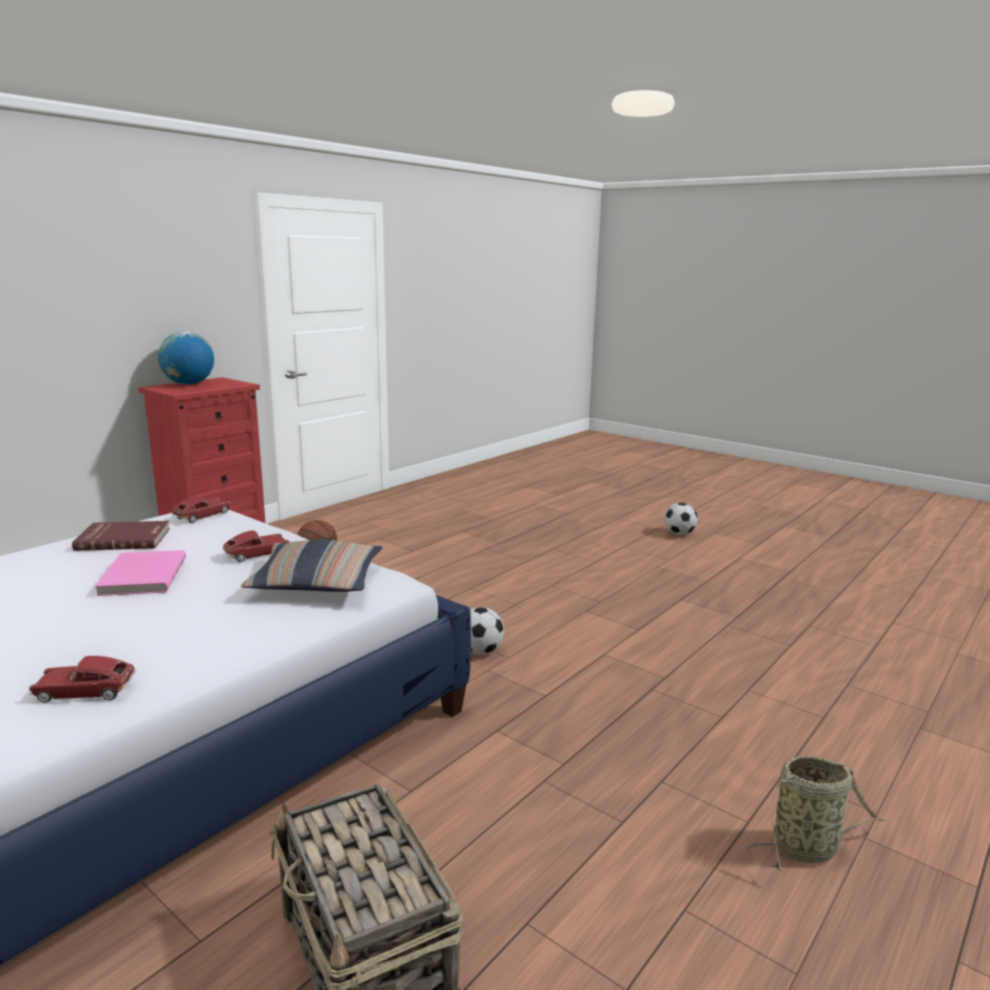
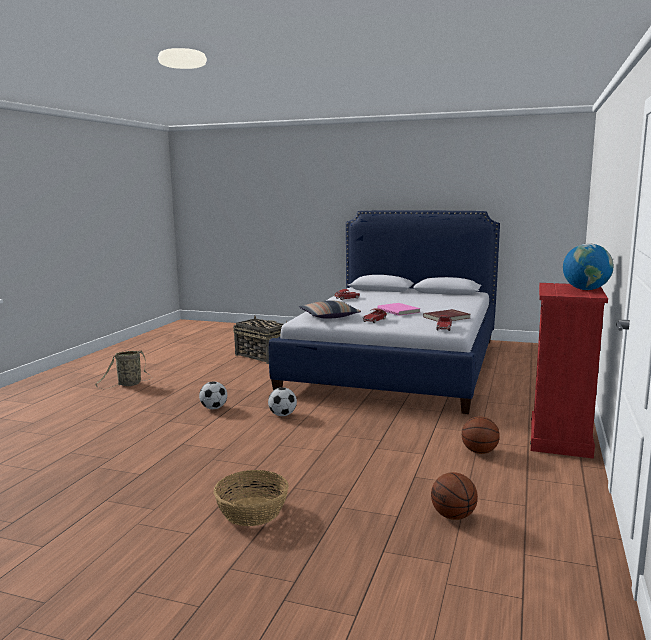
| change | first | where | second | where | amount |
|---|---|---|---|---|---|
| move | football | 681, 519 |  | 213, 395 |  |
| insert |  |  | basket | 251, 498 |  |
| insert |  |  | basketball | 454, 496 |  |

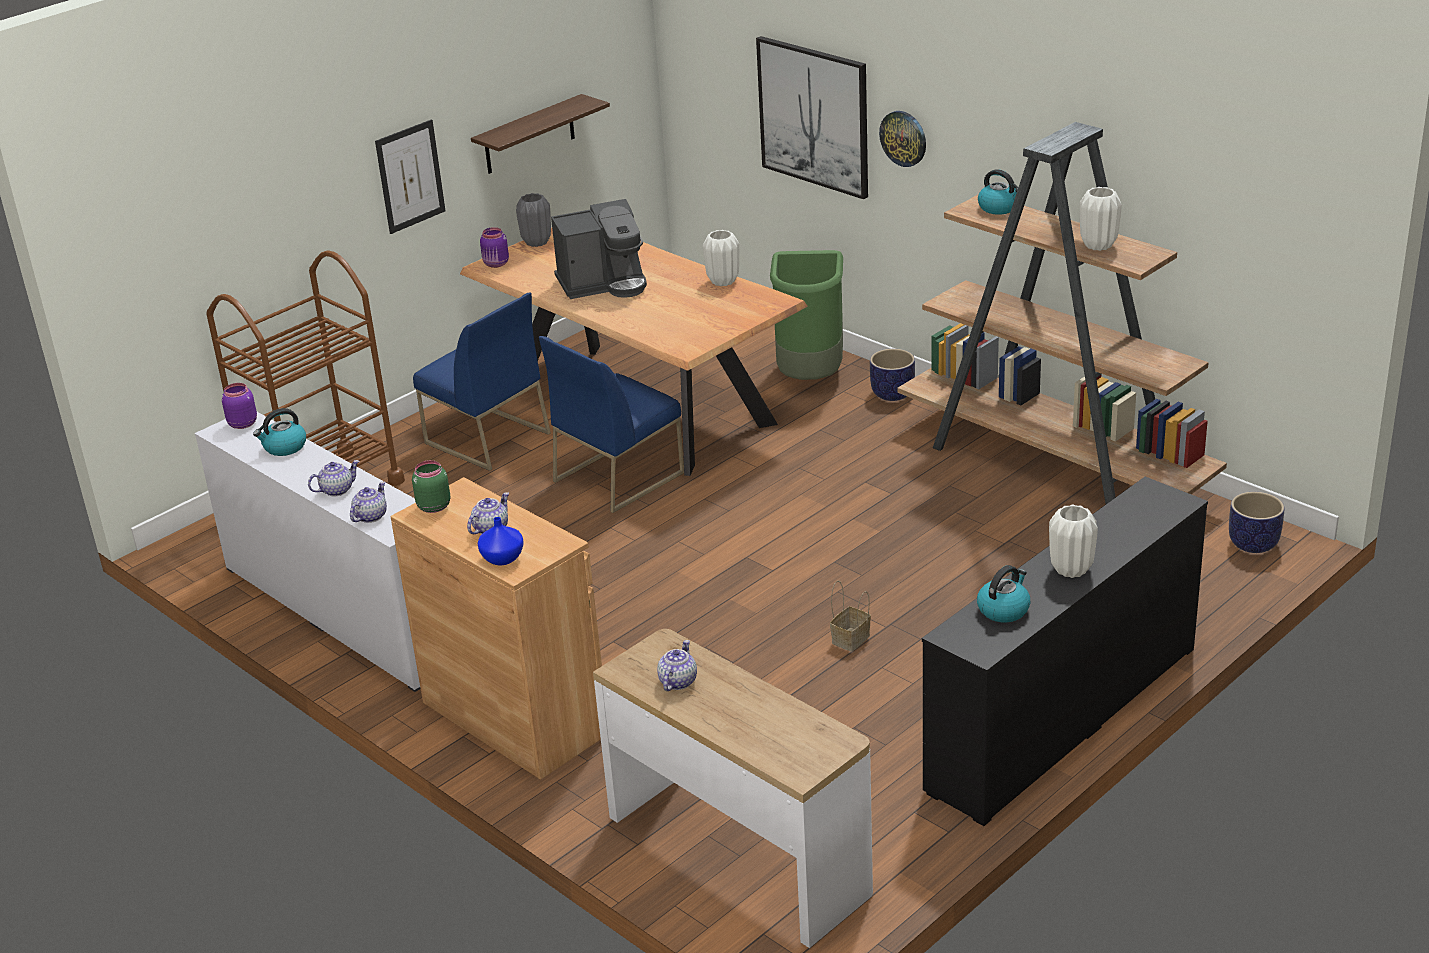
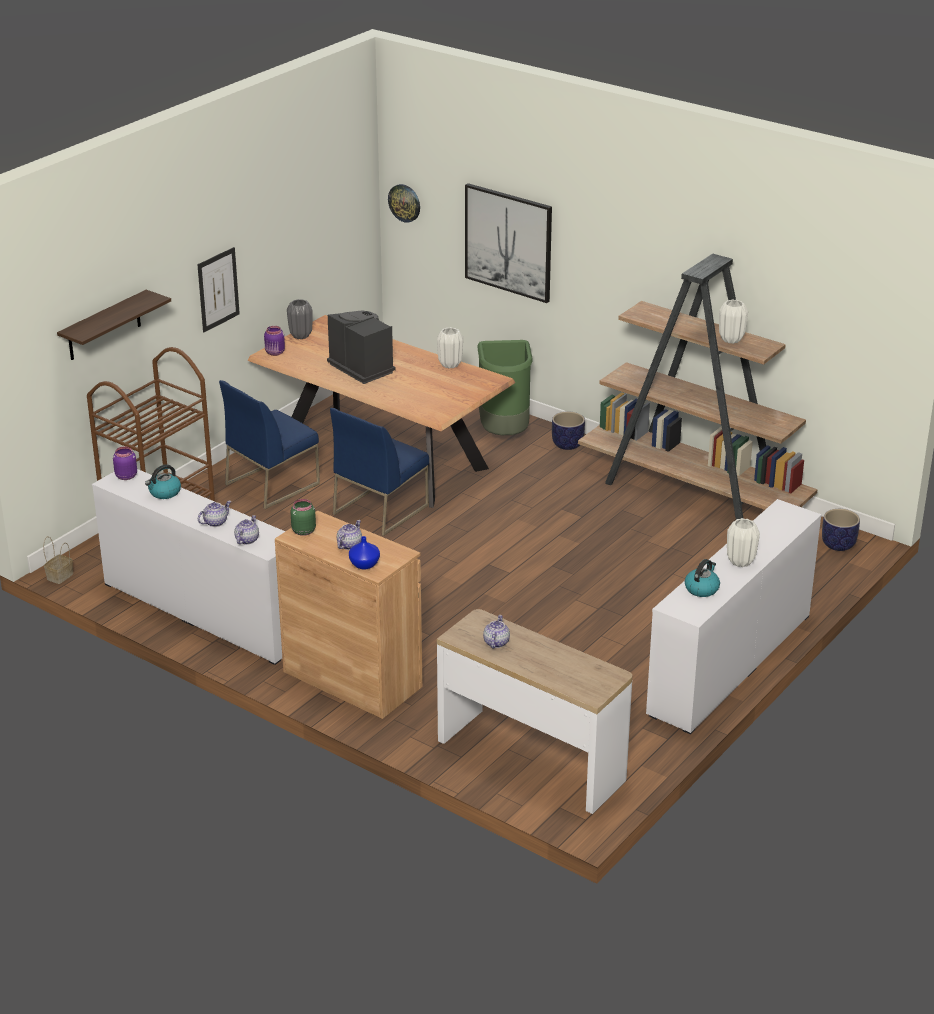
| change | first | where | second | where | amount |
|---|---|---|---|---|---|
| rotate | chair (blue) | 482, 382 |  | 269, 444 | 105 degrees clockwise |
| move | shelf | 540, 134 |  | 114, 325 |  |
| rotate | coffee machine | 599, 249 |  | 361, 347 | 105 degrees counterclockwise |
| move | basket | 850, 616 |  | 58, 560 |  |
| move | wall clock | 902, 139 |  | 404, 203 |  |
| recolor | dresser (black) | 1065, 651 | dresser (white) | 734, 616 |  |
| delete | kettle | 998, 192 |  |  |  |

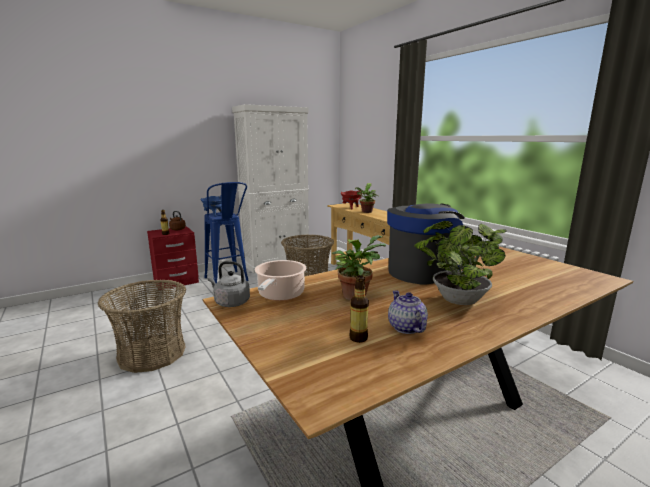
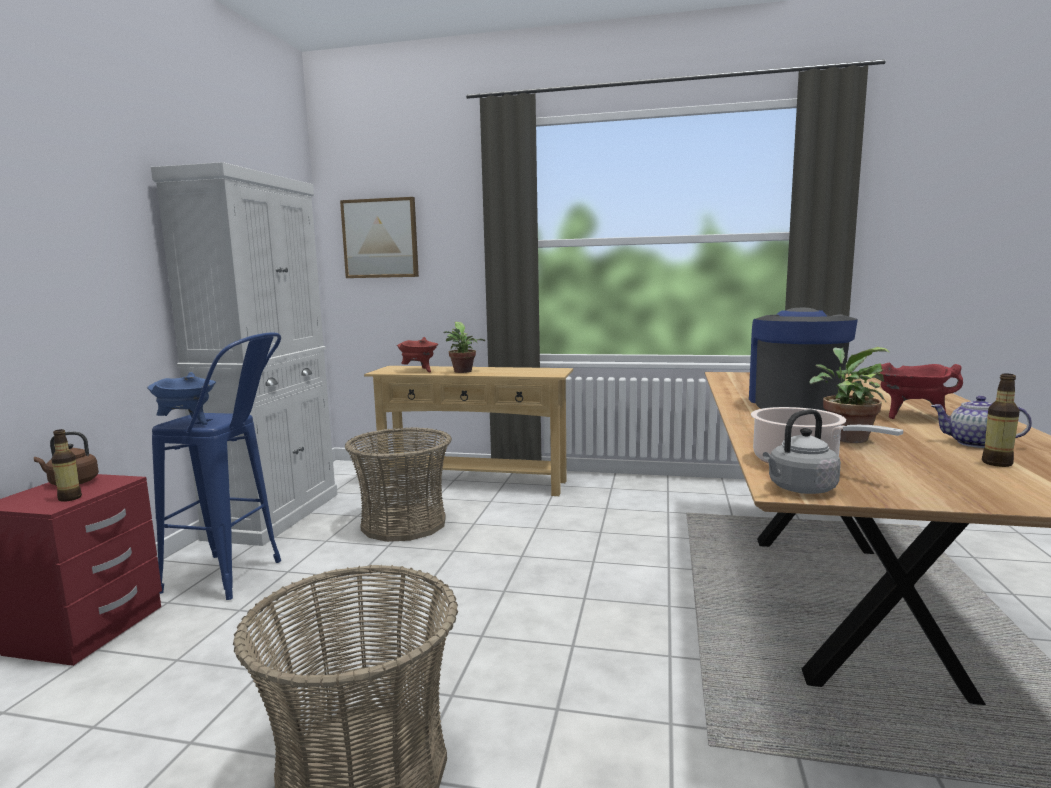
| change | first | where | second | where | amount |
|---|---|---|---|---|---|
| replace | potted plant | 460, 263 | cooking pot (red) | 921, 391 |  |
| insert |  |  | picture | 379, 237 |  |

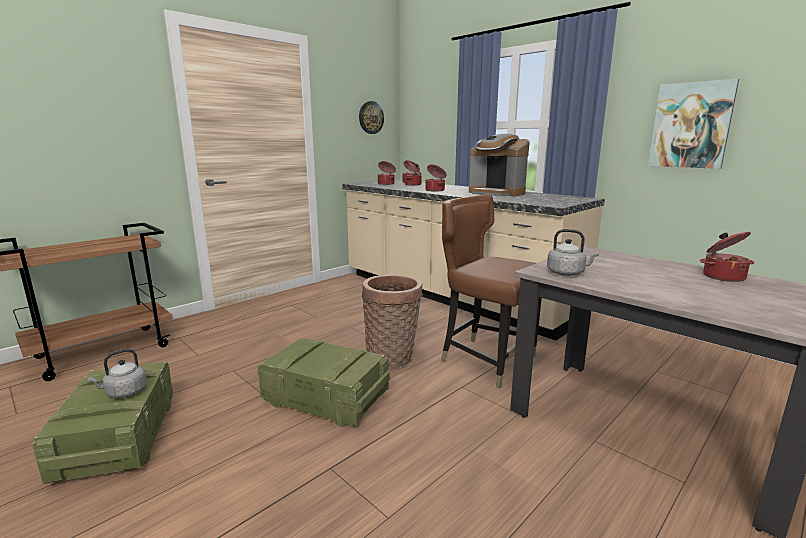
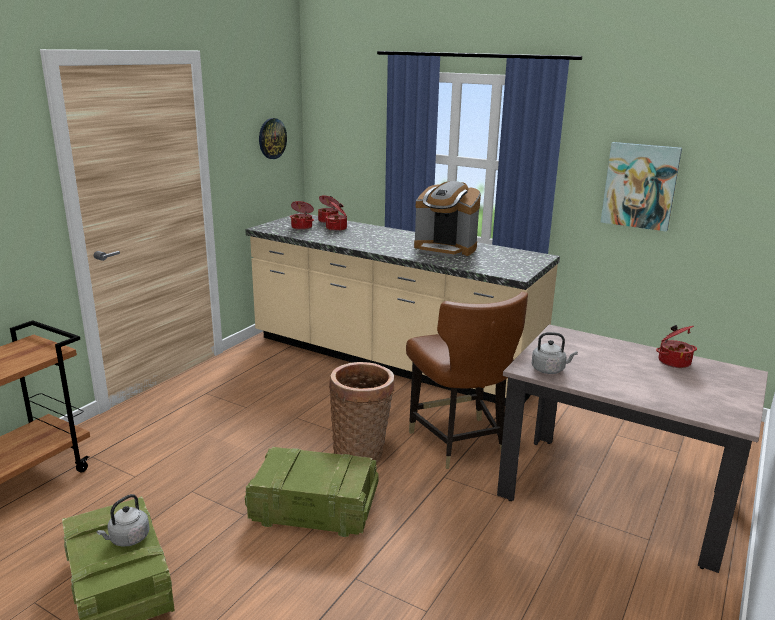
| change | first | where | second | where | amount |
|---|---|---|---|---|---|
| delete | cooking pot | 435, 178 |  |  |  |
| rotate | chair (brown) | 491, 291 |  | 467, 380 | 135 degrees counterclockwise |

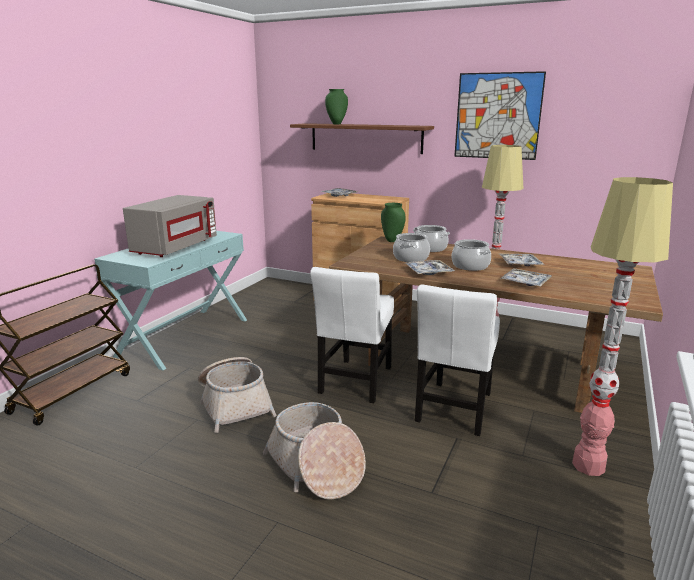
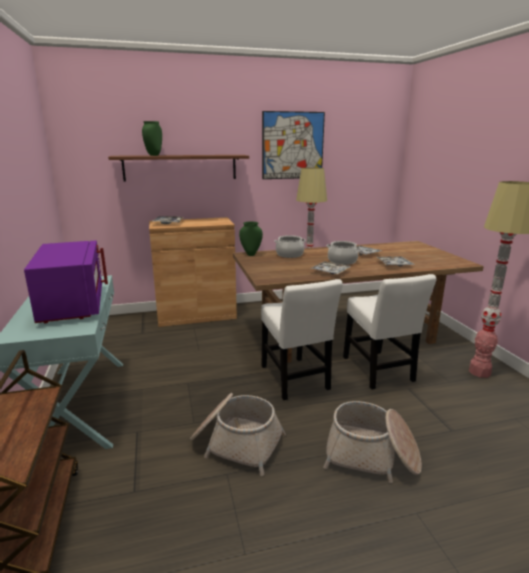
| change | first | where | second | where | amount |
|---|---|---|---|---|---|
| recolor | microwave (grey) | 170, 226 | microwave (purple) | 66, 282 |  |
| delete | cooking pot | 411, 247 |  |  |  |

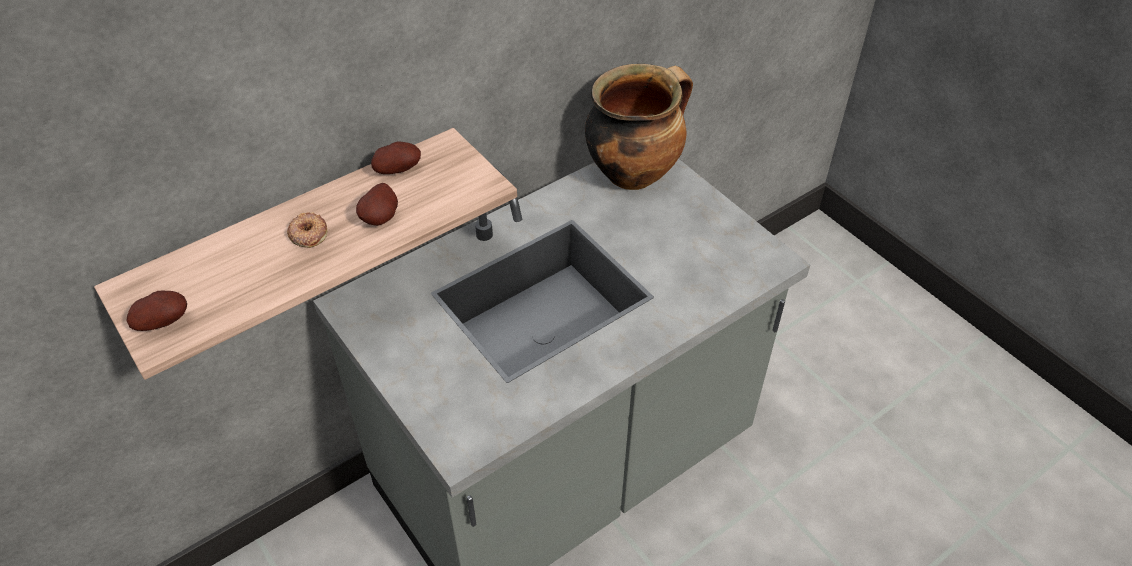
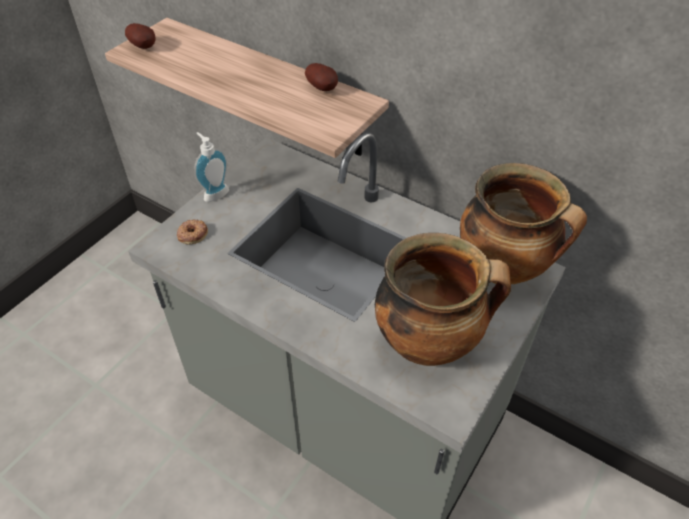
| change | first | where | second | where | amount |
|---|---|---|---|---|---|
| move | donut | 307, 230 |  | 192, 232 |  |
| delete | potato | 377, 204 |  |  |  |
| insert |  |  | soap dispenser | 211, 167 |  |
| insert |  |  | cooking pot | 443, 299 |  |

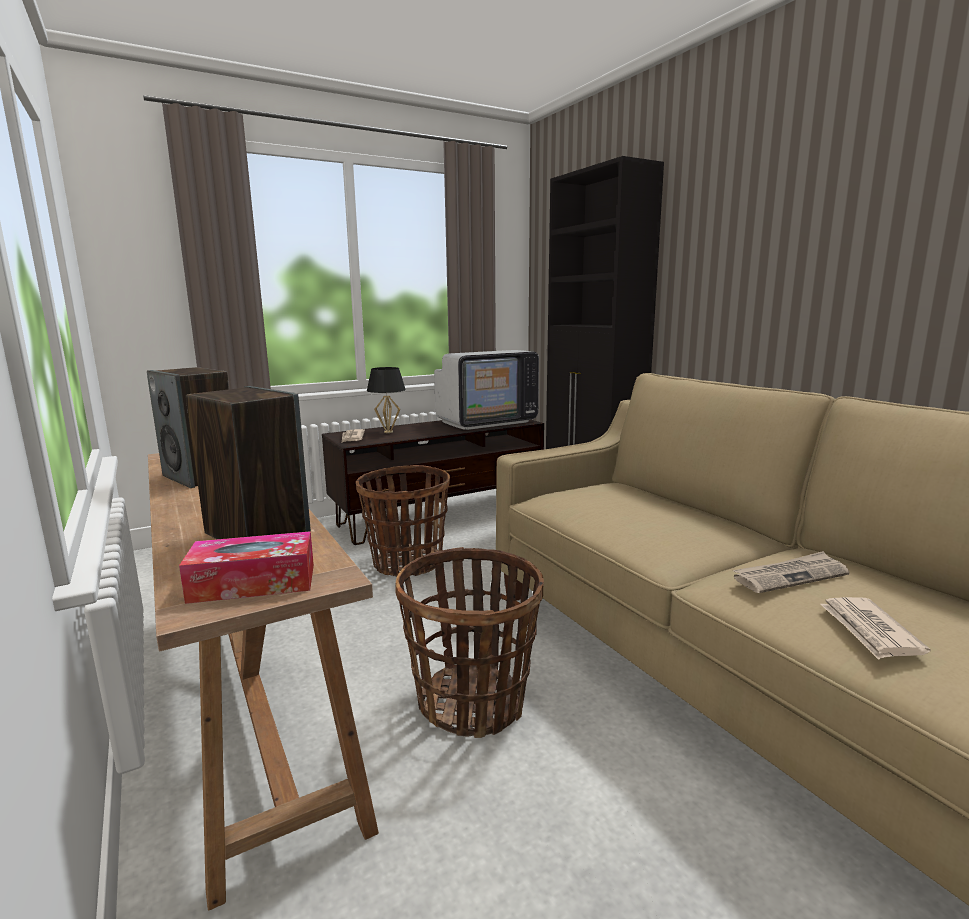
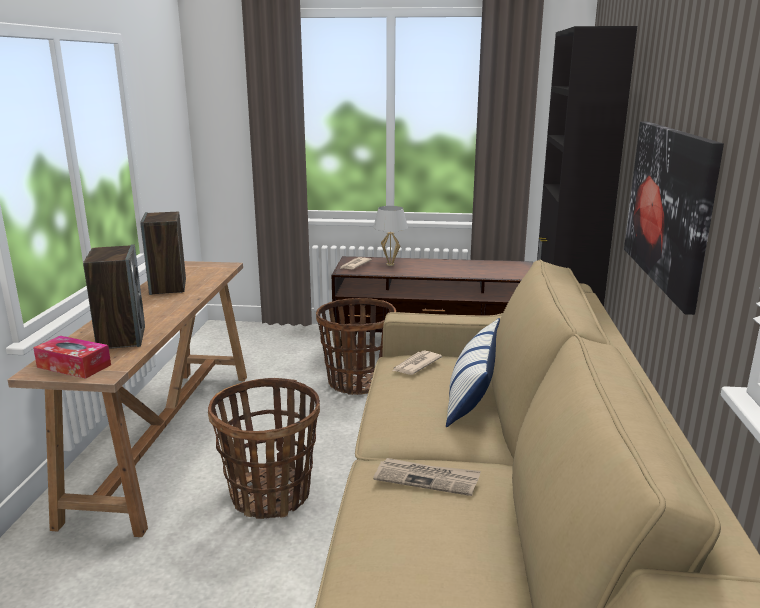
| change | first | where | second | where | amount |
|---|---|---|---|---|---|
| recolor | table lamp (black) | 386, 400 | table lamp (white) | 390, 236 |  |
| delete | television | 486, 390 |  |  |  |
| move | newspaper | 875, 628 |  | 417, 362 |  |
| insert |  |  | pillow | 473, 372 |  |
| insert |  |  | picture | 674, 218 |  |

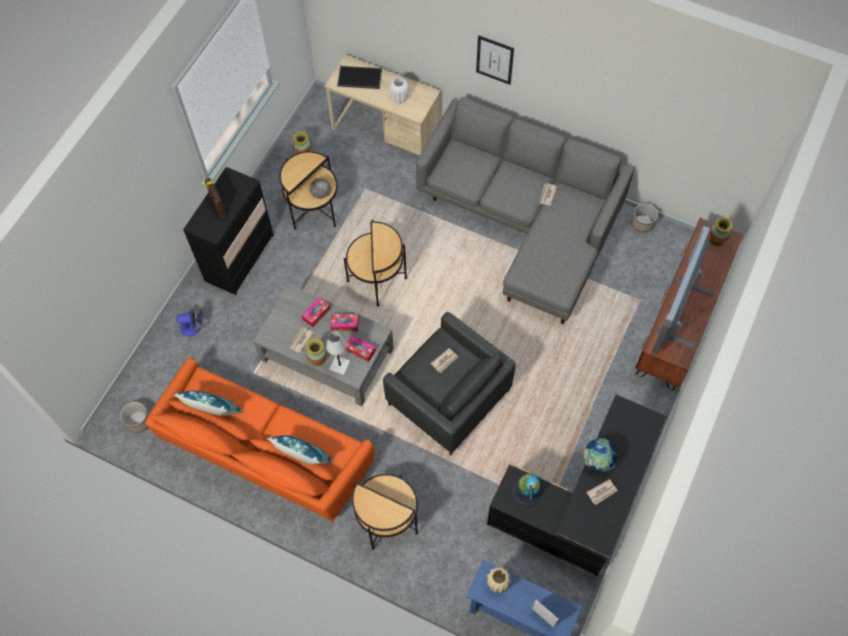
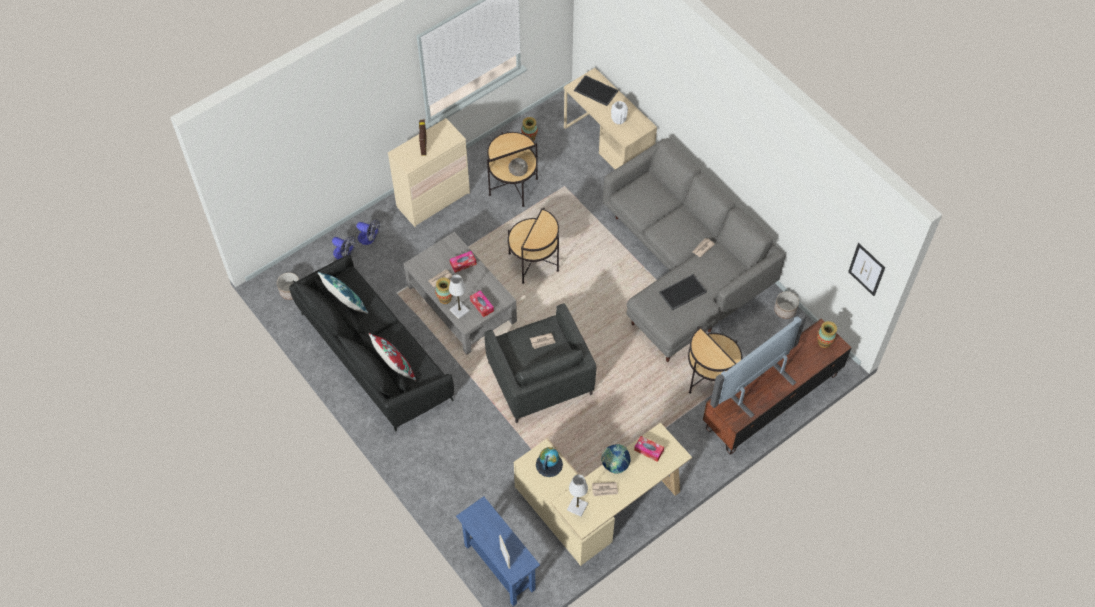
| change | first | where | second | where | amount |
|---|---|---|---|---|---|
| recolor | sofa (orange) | 260, 440 | sofa (black) | 371, 343 |  |
| recolor | dresser (black) | 228, 231 | dresser (beige) | 429, 172 |  |
| recolor | pillow (blue) | 300, 450 | pillow (red) | 392, 357 |  |
| move | tissue box | 344, 323 |  | 649, 449 |  |
| move | side table | 385, 512 |  | 715, 360 |  |
| move | picture | 495, 60 |  | 866, 269 |  |
| recolor | desk (black) | 577, 485 | desk (beige) | 602, 494 |  |
| delete | vase (beige) | 499, 580 |  |  |  |
| insert |  |  | fan | 344, 248 |  |
| insert |  |  | table lamp (white) | 577, 495 |  |
| insert |  |  | tray | 683, 292 |  |

